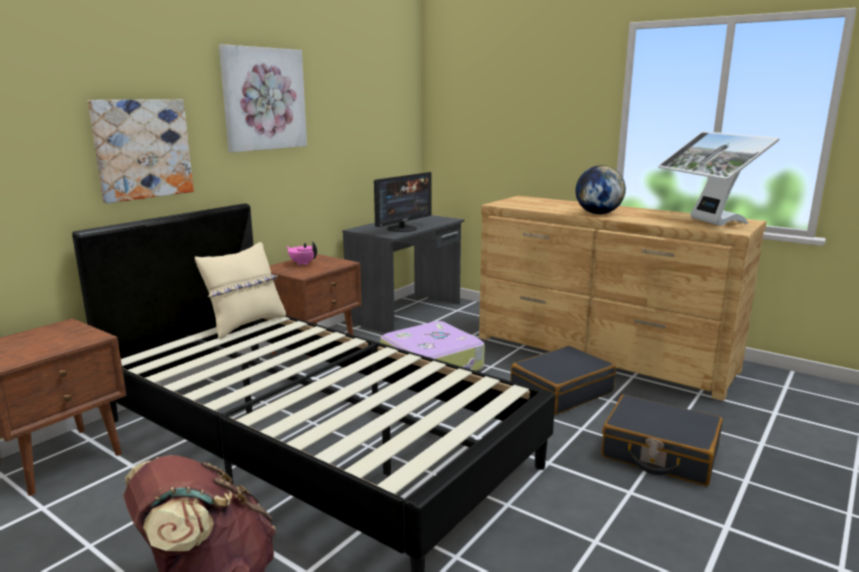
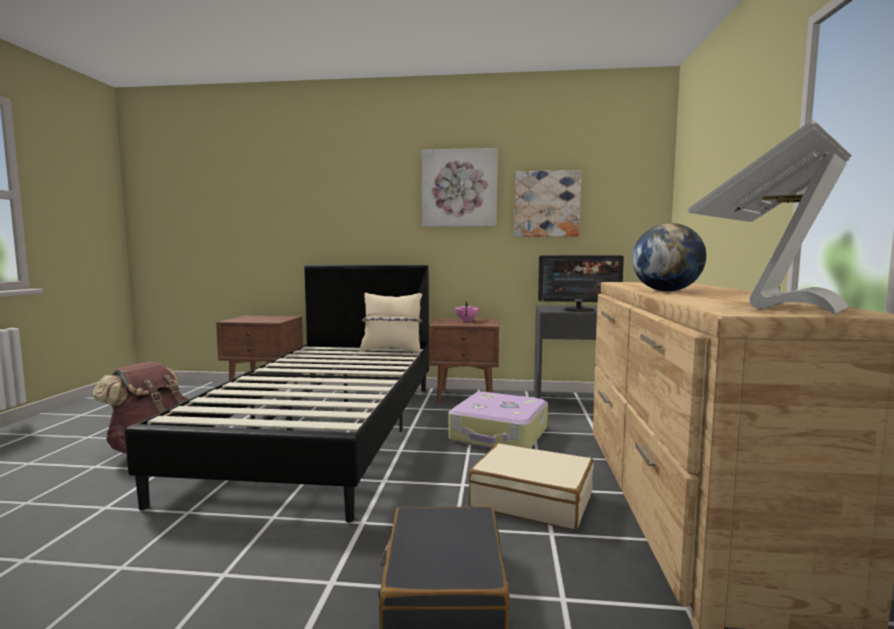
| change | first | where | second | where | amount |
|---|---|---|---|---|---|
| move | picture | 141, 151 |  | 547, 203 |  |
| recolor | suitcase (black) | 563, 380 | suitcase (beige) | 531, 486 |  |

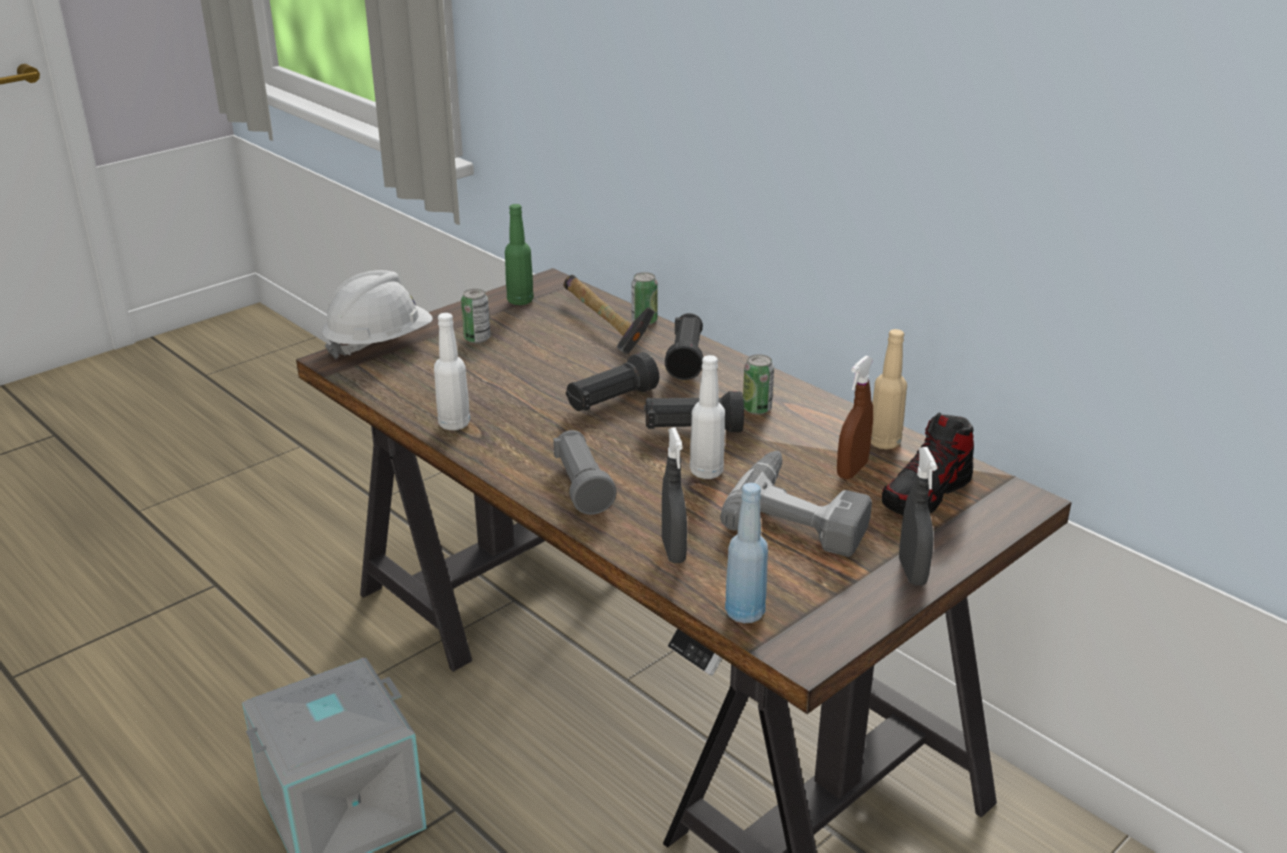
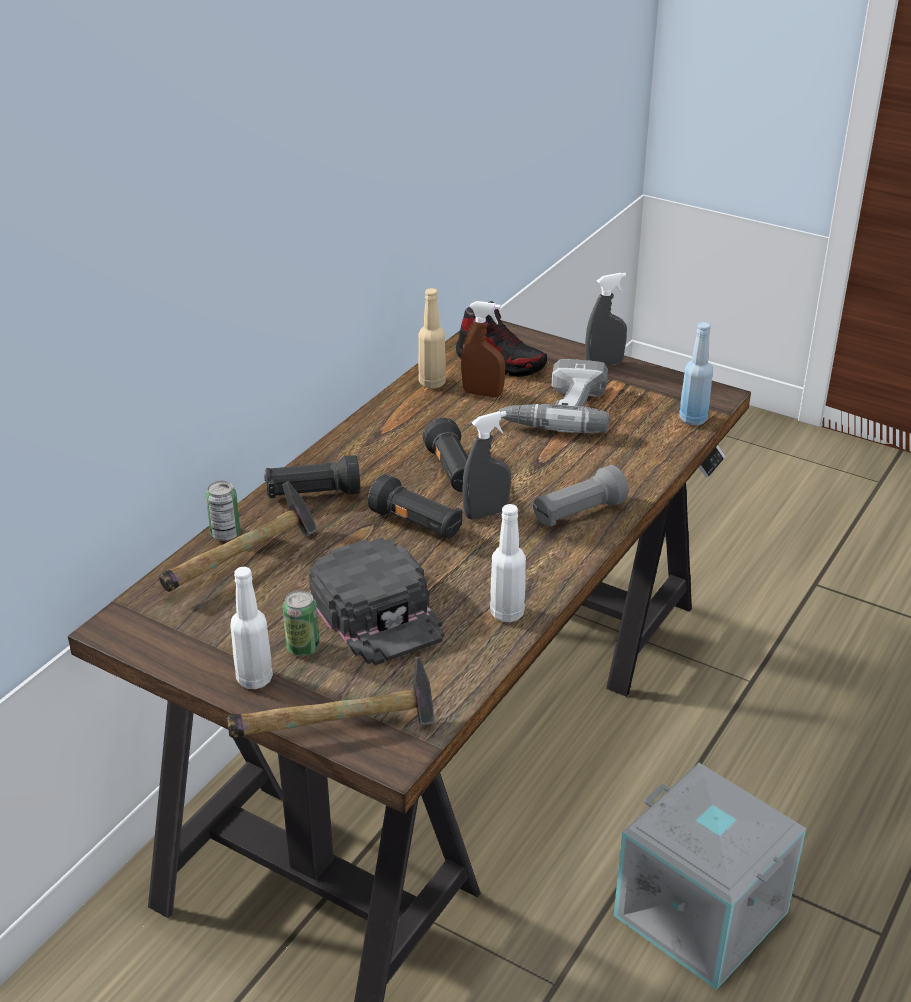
| change | first | where | second | where | amount |
|---|---|---|---|---|---|
| replace | hard hat (white) | 377, 314 | hammer | 331, 697 |  |
| delete | bottle (green) | 519, 254 |  |  |  |
| move | spray bottle (grey) | 674, 495 |  | 486, 465 |  |
| move | bottle (white) | 707, 417 |  | 251, 628 |  |
| delete | can | 758, 384 |  |  |  |
| insert |  |  | cap (black) | 376, 601 |  |

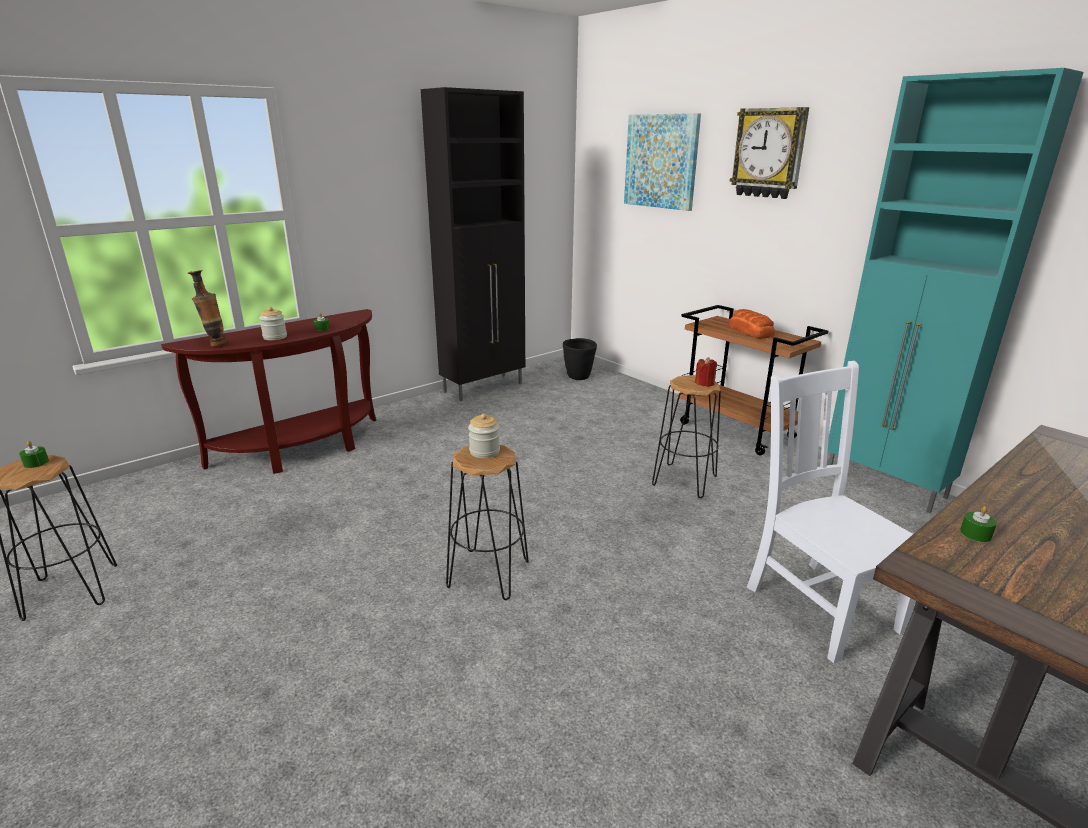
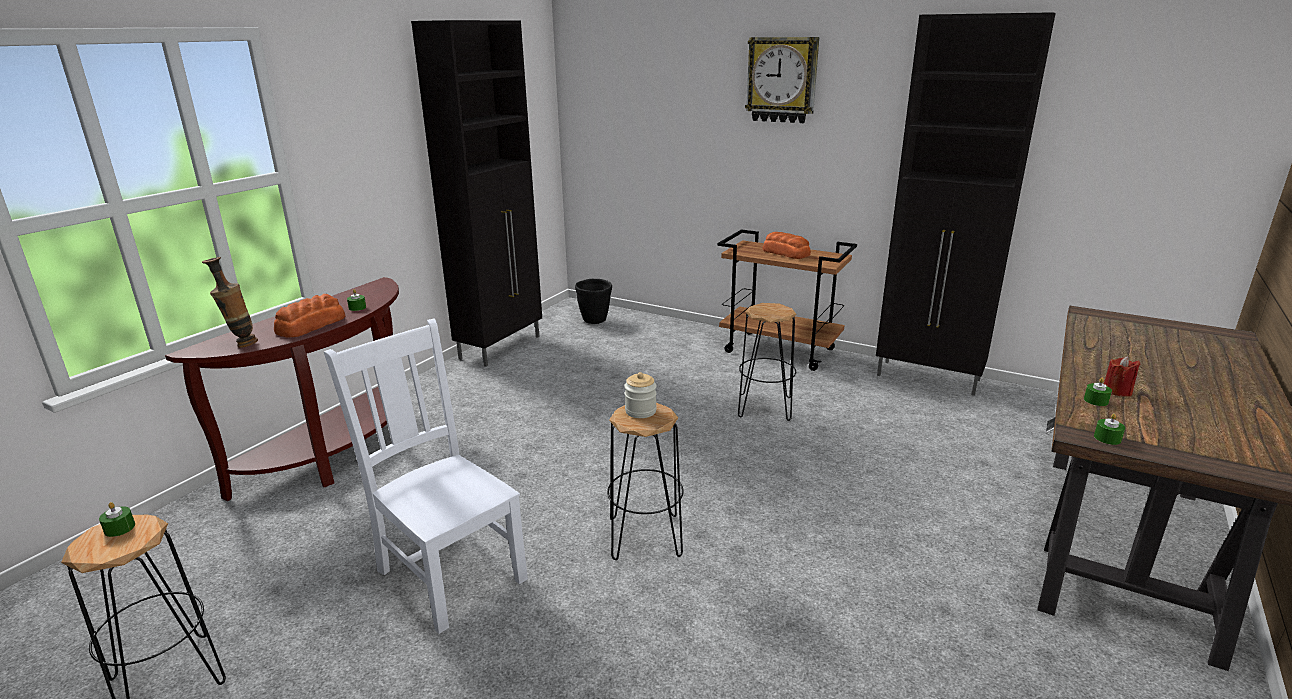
| change | first | where | second | where | amount |
|---|---|---|---|---|---|
| replace | jar | 273, 323 | bread | 309, 316 |  |
| delete | picture | 662, 162 |  |  |  |
| move | candle (red) | 706, 372 |  | 1122, 376 |  |
| move | chair (white) | 831, 512 |  | 426, 476 |  |
| recolor | cabinet (turquoise) | 956, 290 | cabinet (black) | 966, 204 |  |
| insert |  |  | candle (green) | 1109, 429 |  |

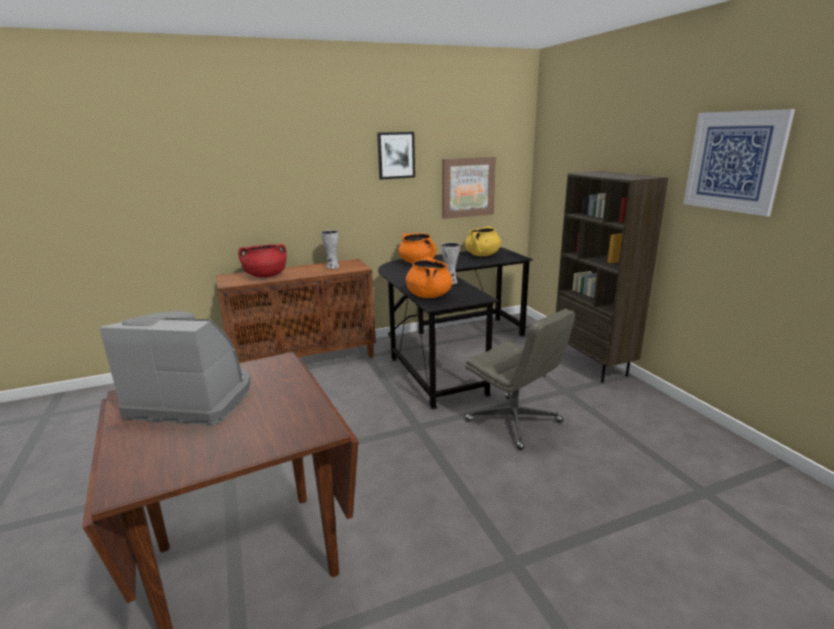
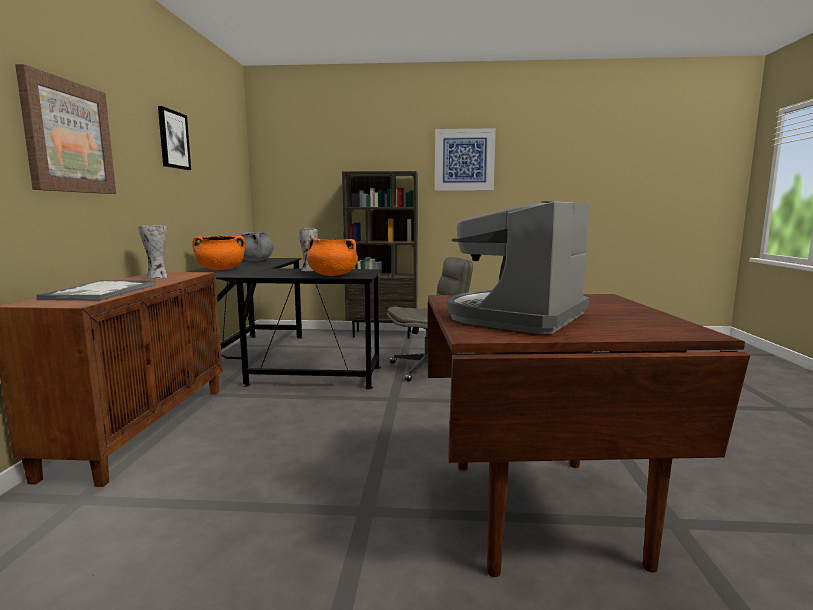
| change | first | where | second | where | amount |
|---|---|---|---|---|---|
| replace | cooking pot (red) | 262, 261 | tray | 95, 290 |  |
| move | picture | 469, 188 |  | 65, 129 |  |
| recolor | cooking pot (yellow) | 483, 241 | cooking pot (grey) | 255, 246 |  |

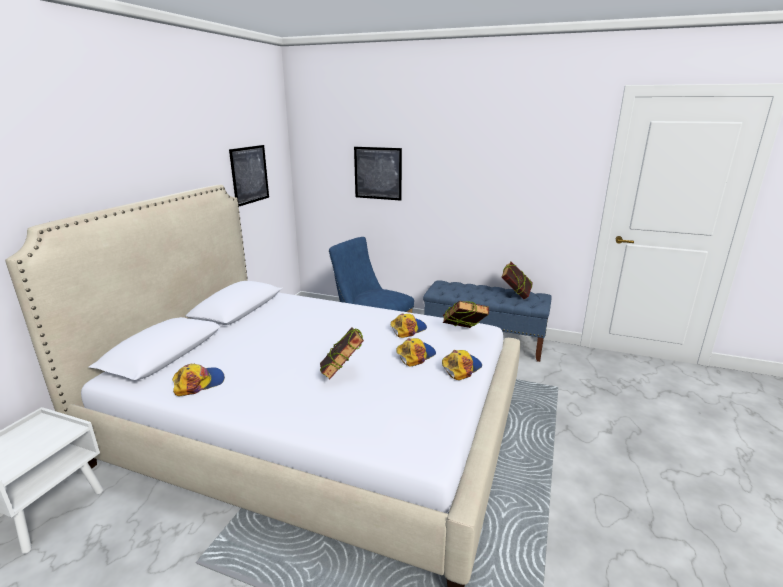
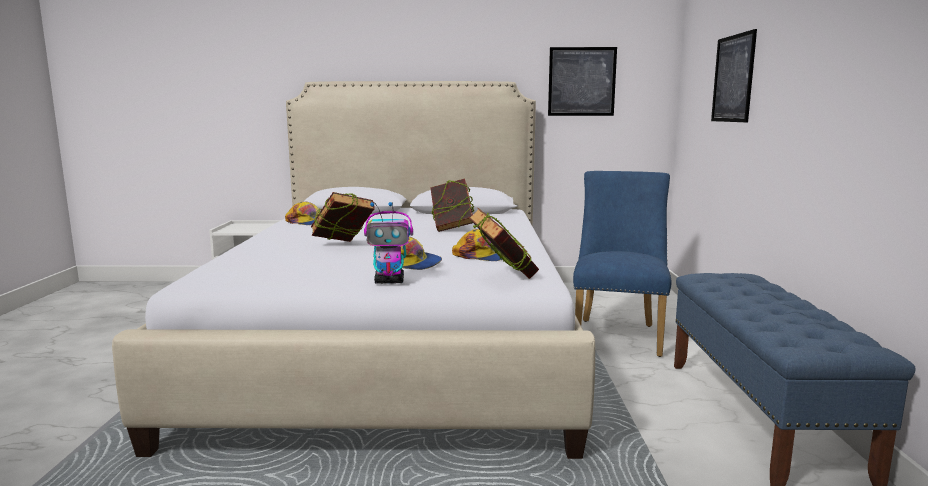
| change | first | where | second | where | amount |
|---|---|---|---|---|---|
| replace | cap | 462, 365 | toy robot | 388, 243 |  |
| move | book | 517, 280 |  | 452, 205 |  |

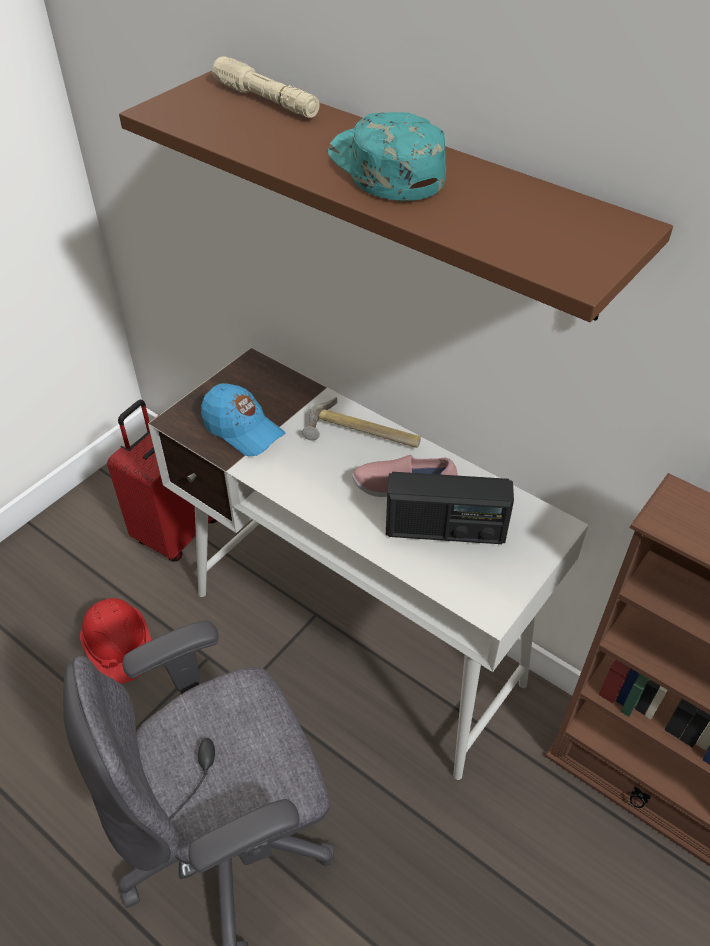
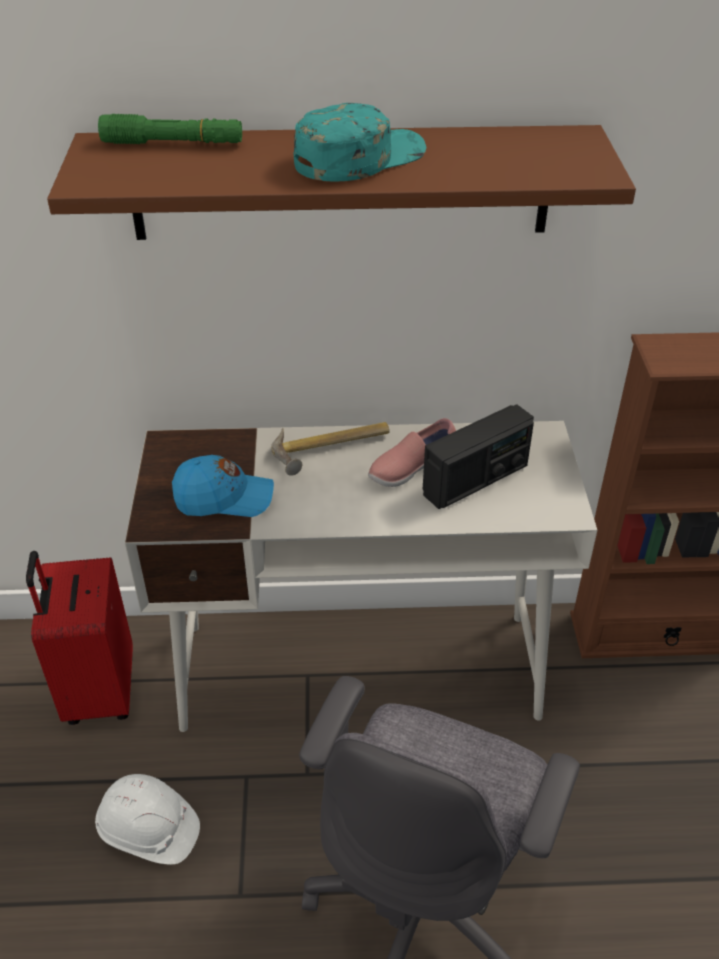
| change | first | where | second | where | amount |
|---|---|---|---|---|---|
| recolor | hard hat (red) | 115, 641 | hard hat (white) | 147, 819 |  |
| recolor | flashlight (beige) | 266, 87 | flashlight (green) | 170, 129 |  |
| rotate | cap (turquoise) | 387, 156 |  | 360, 142 | 120 degrees clockwise |

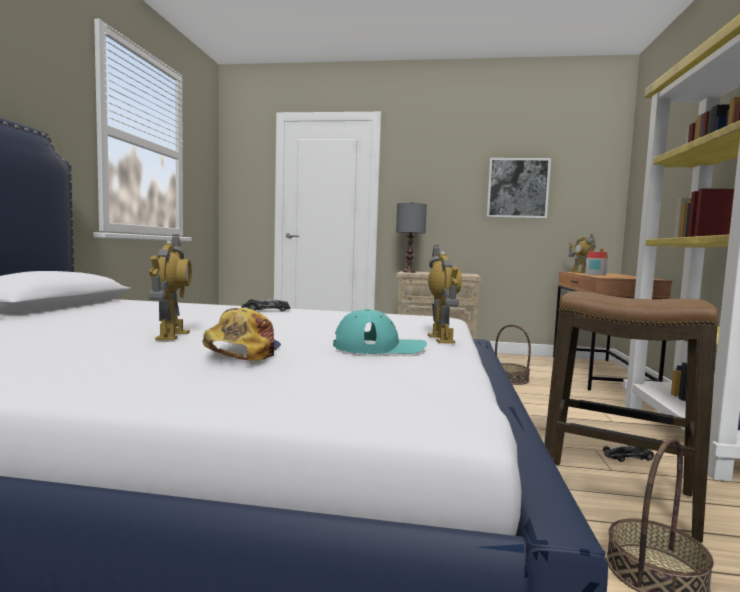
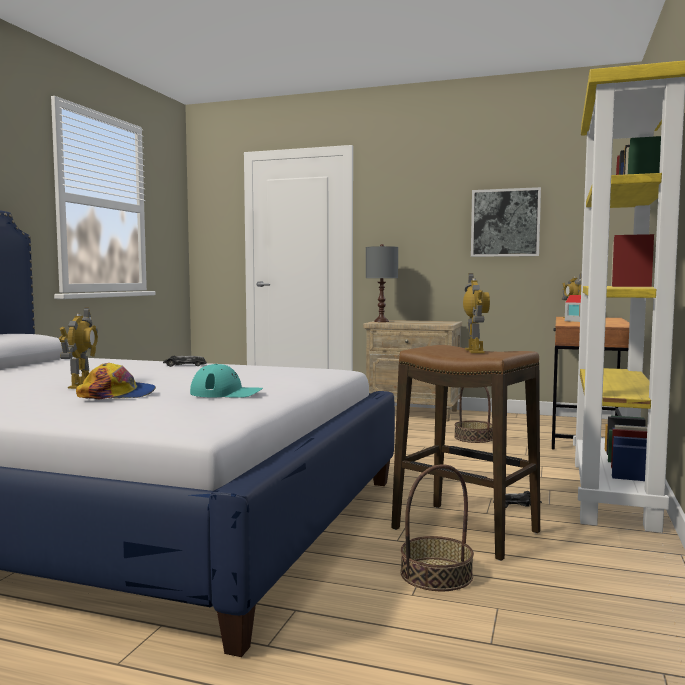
| change | first | where | second | where | amount |
|---|---|---|---|---|---|
| rotate | cap | 242, 334 |  | 116, 381 | 75 degrees clockwise |
| move | toy robot | 445, 294 |  | 476, 313 |  |

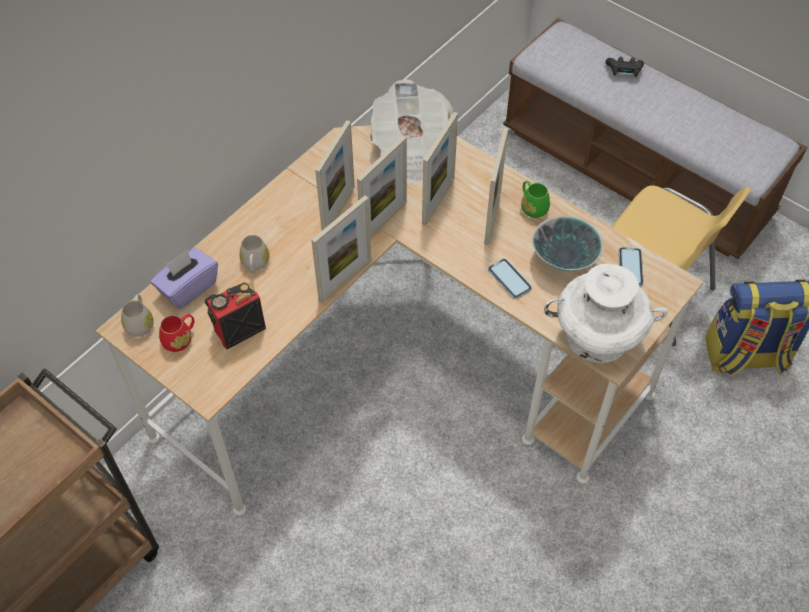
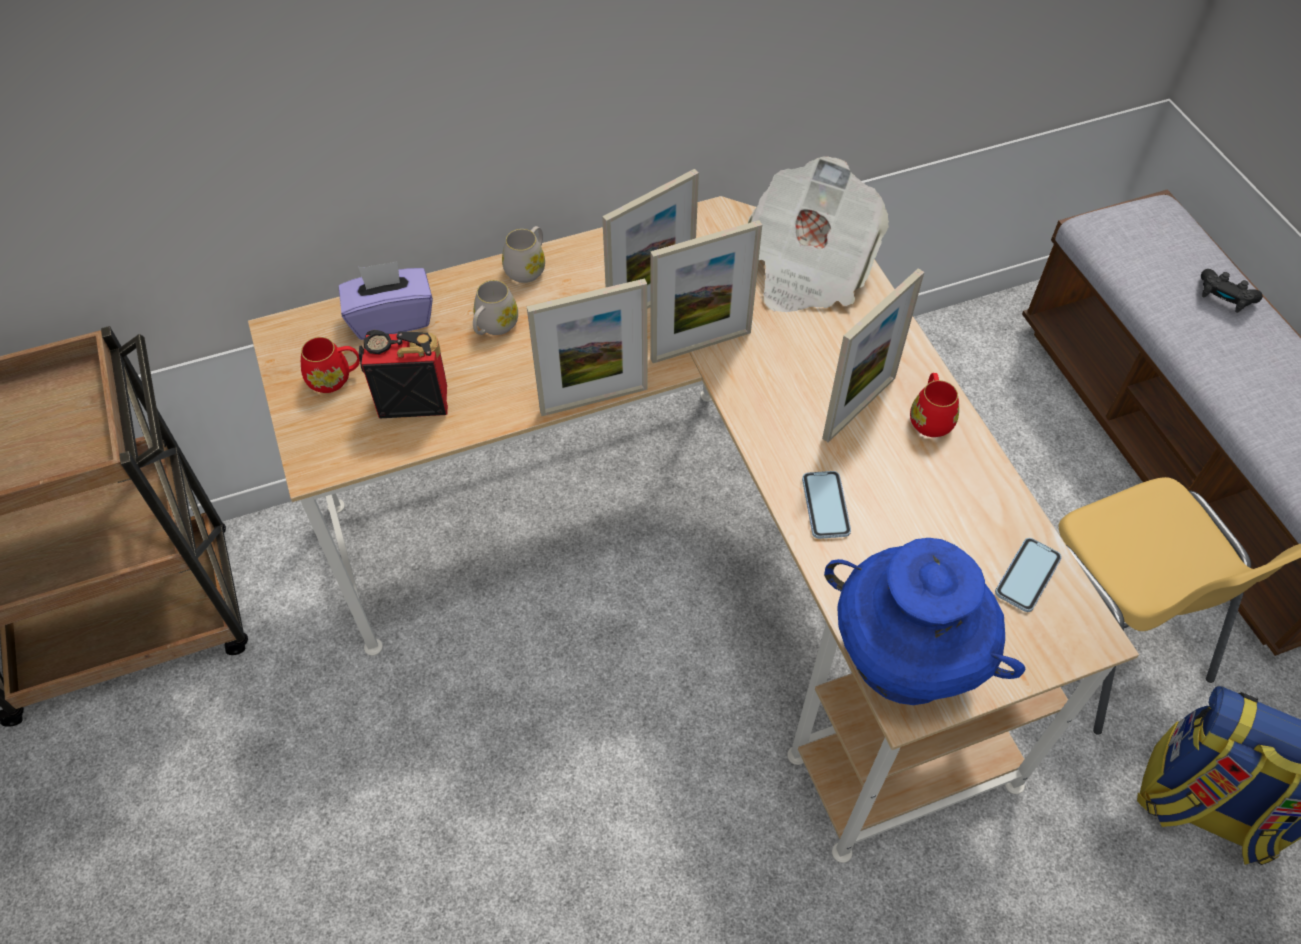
| change | first | where | second | where | amount |
|---|---|---|---|---|---|
| move | mug (white) | 137, 316 |  | 523, 254 |  |
| delete | picture frame | 440, 169 |  |  |  |
| recolor | mug (green) | 535, 199 | mug (red) | 934, 405 |  |
| delete | bowl | 567, 243 |  |  |  |
| recolor | vase (white) | 606, 313 | vase (blue) | 924, 621 |  |

